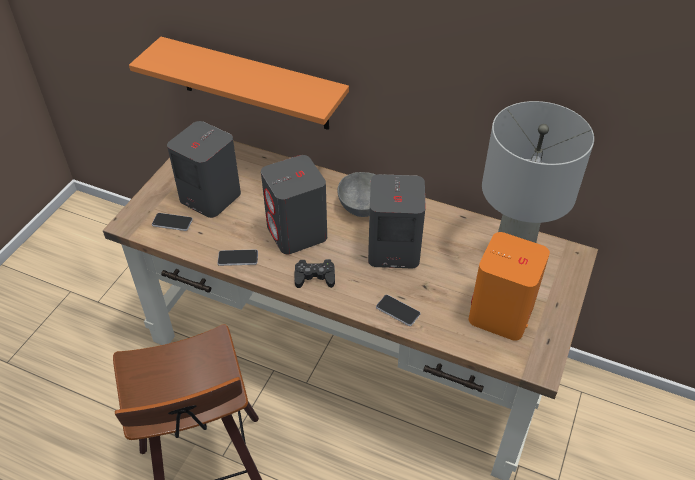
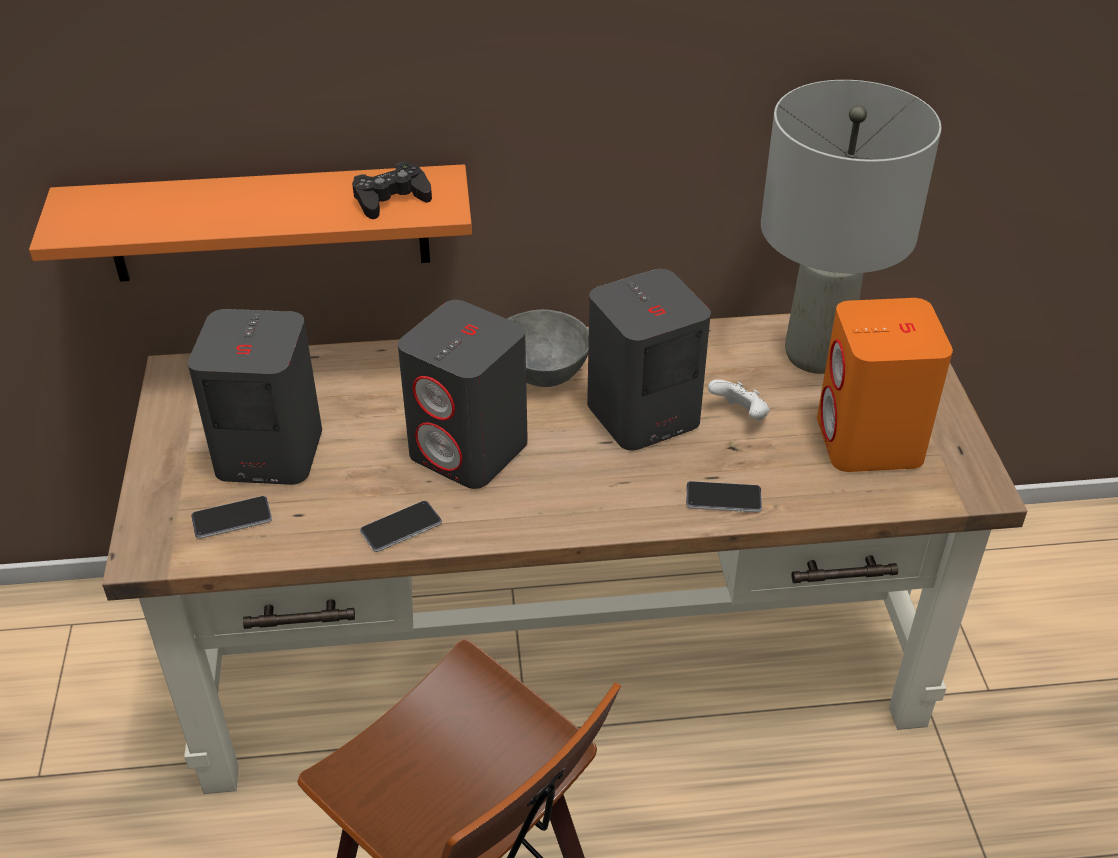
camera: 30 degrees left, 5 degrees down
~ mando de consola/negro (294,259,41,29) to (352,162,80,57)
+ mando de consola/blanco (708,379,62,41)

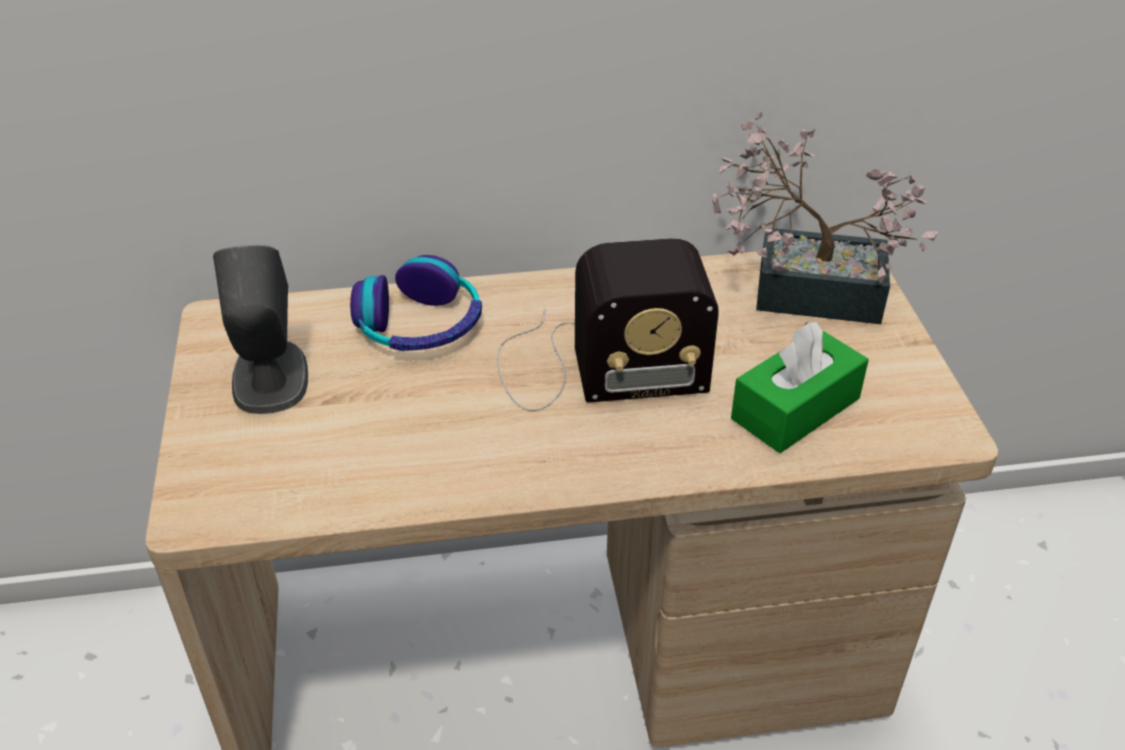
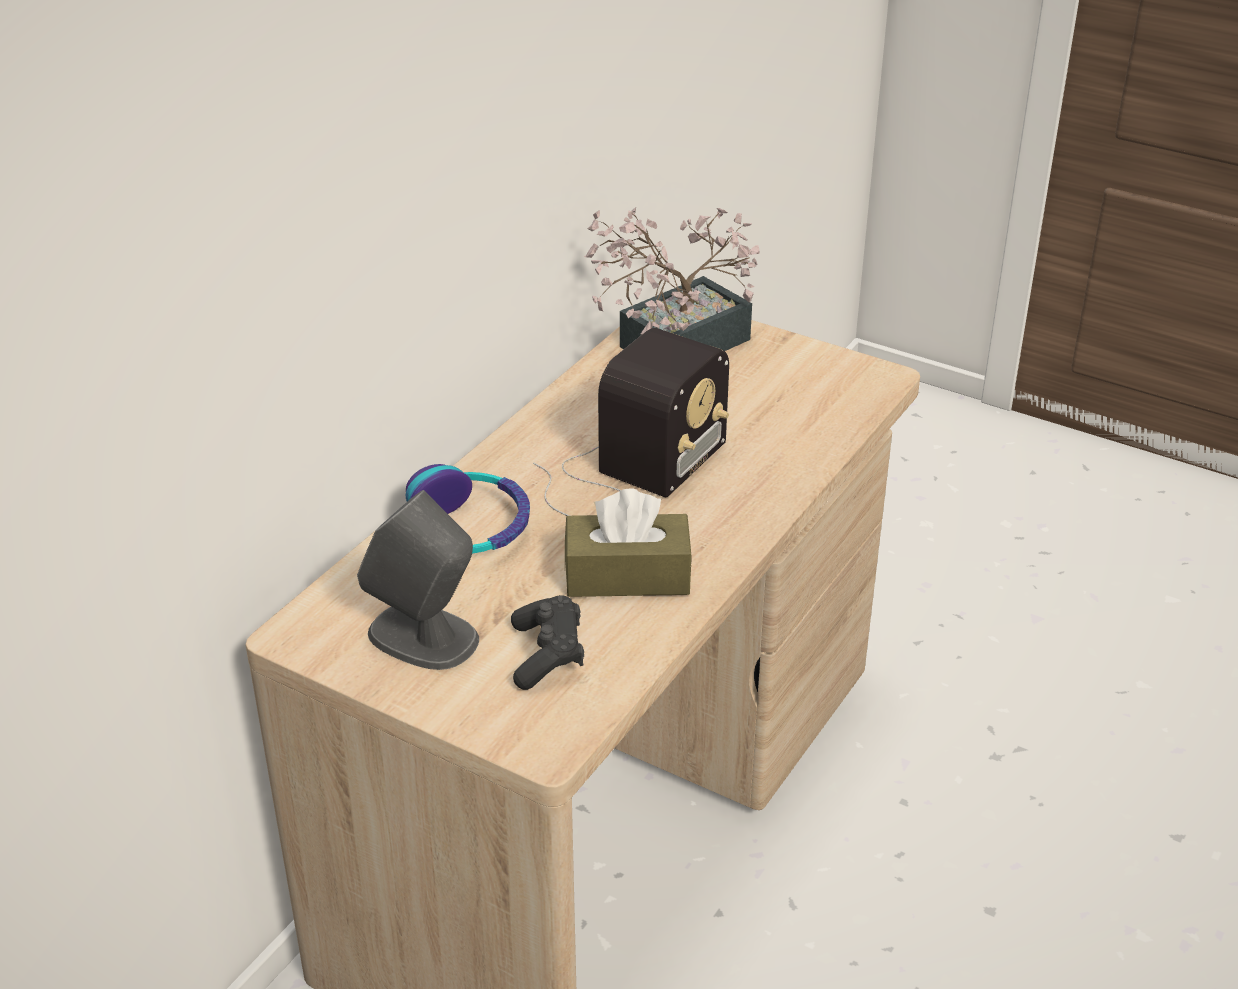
camera: 50 degrees left, 5 degrees down
- caja de pañuelos/verde (731,322,138,131)
+ caja de pañuelos/marrón (565,488,127,109)
+ mando de consola/negro (511,595,73,95)

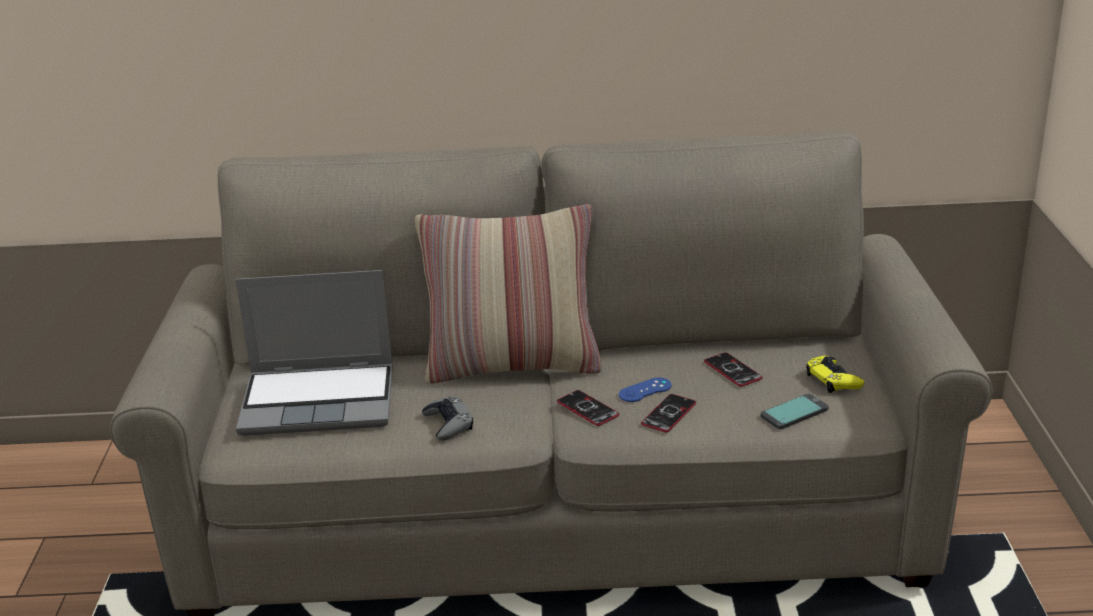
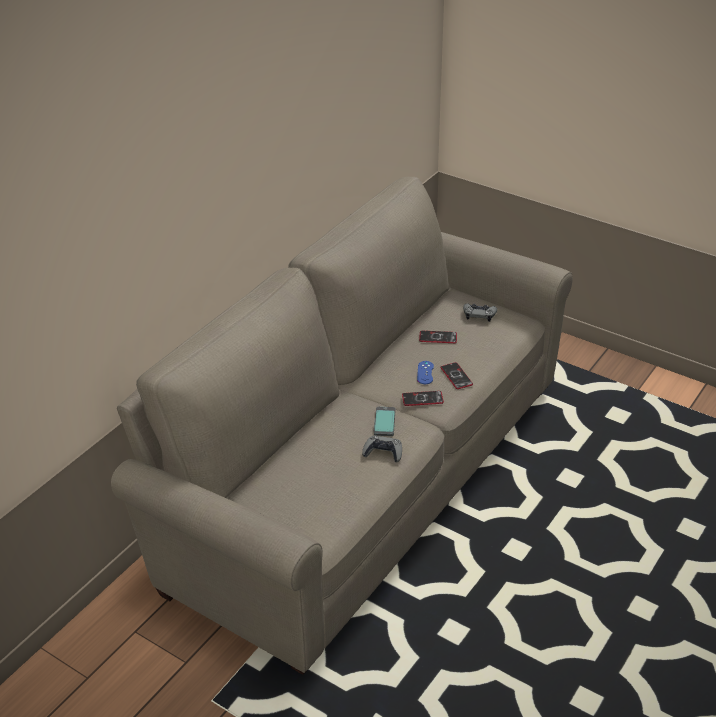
camera: 55 degrees left, 10 degrees up
- cojín (415,204,187,179)
- portátil (235,270,158,166)
~ mando de consola/amarillo (806,356,58,37) to mando de consola/gris (463,303,34,19)
~ móvil (761,394,68,36) to (374,407,22,29)

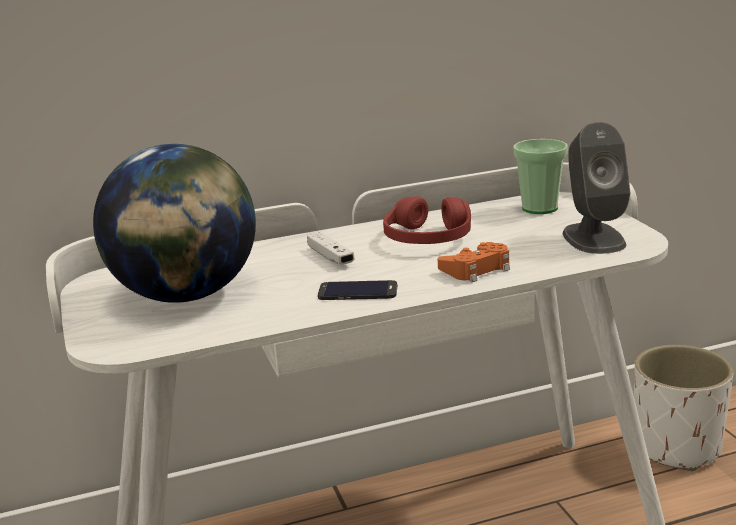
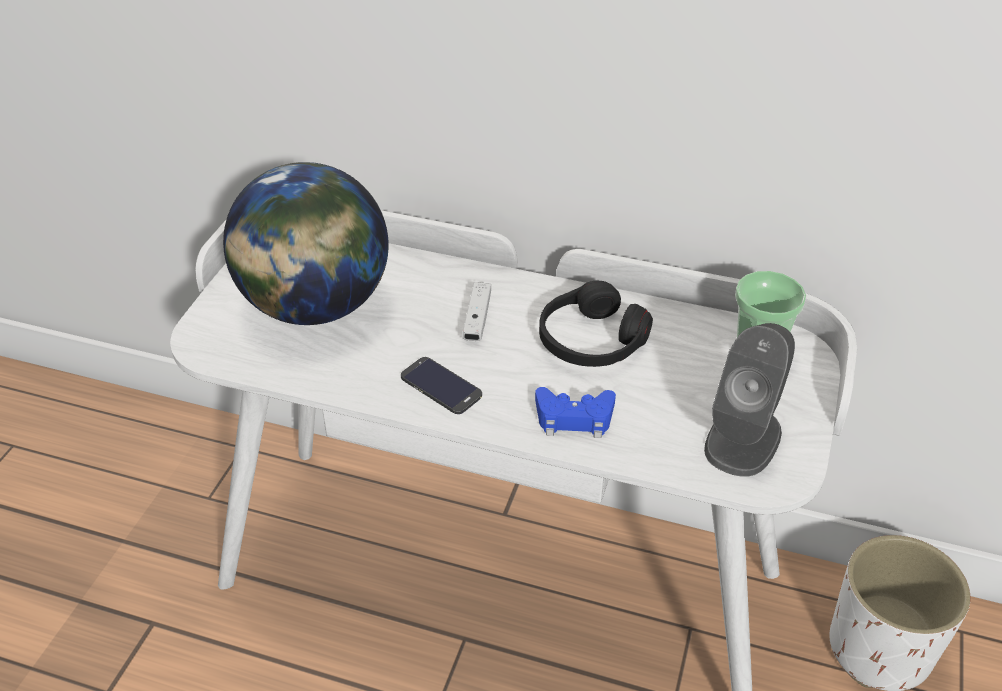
camera: 35 degrees right, 20 degrees up
~ auriculares/rojo (383,196,88,48) to auriculares/negro (539,281,114,86)
~ mando de consola/naranja (438,242,72,41) to mando de consola/azul (535,387,81,51)

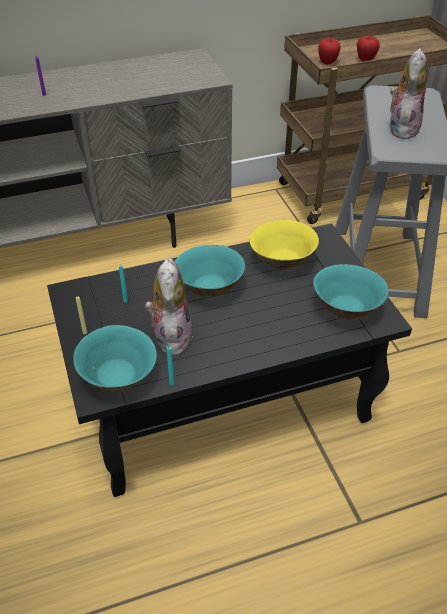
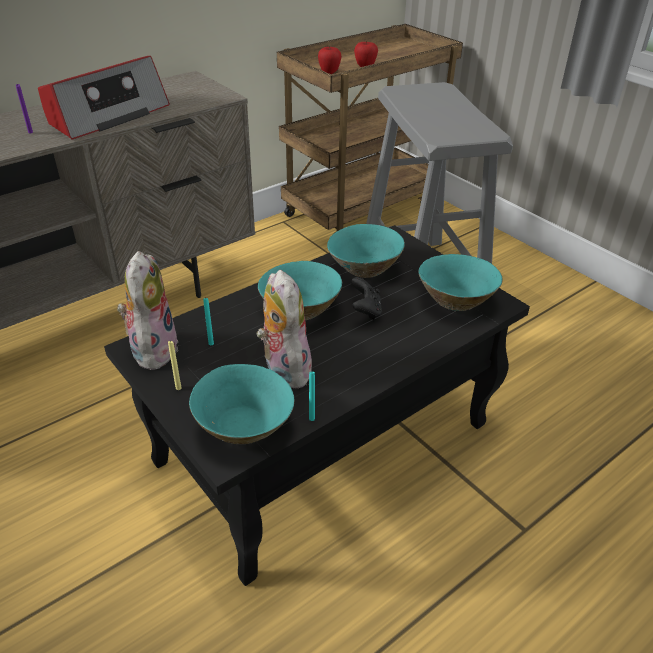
camera: 20 degrees left, 5 degrees down
~ peluche (390,48,38,91) to (117,251,61,120)
~ cuenco/amarillo (249,220,70,50) to cuenco/turquesa (327,224,78,54)
+ radio (38,56,132,83)
+ mando de consola/negro (351,277,31,43)

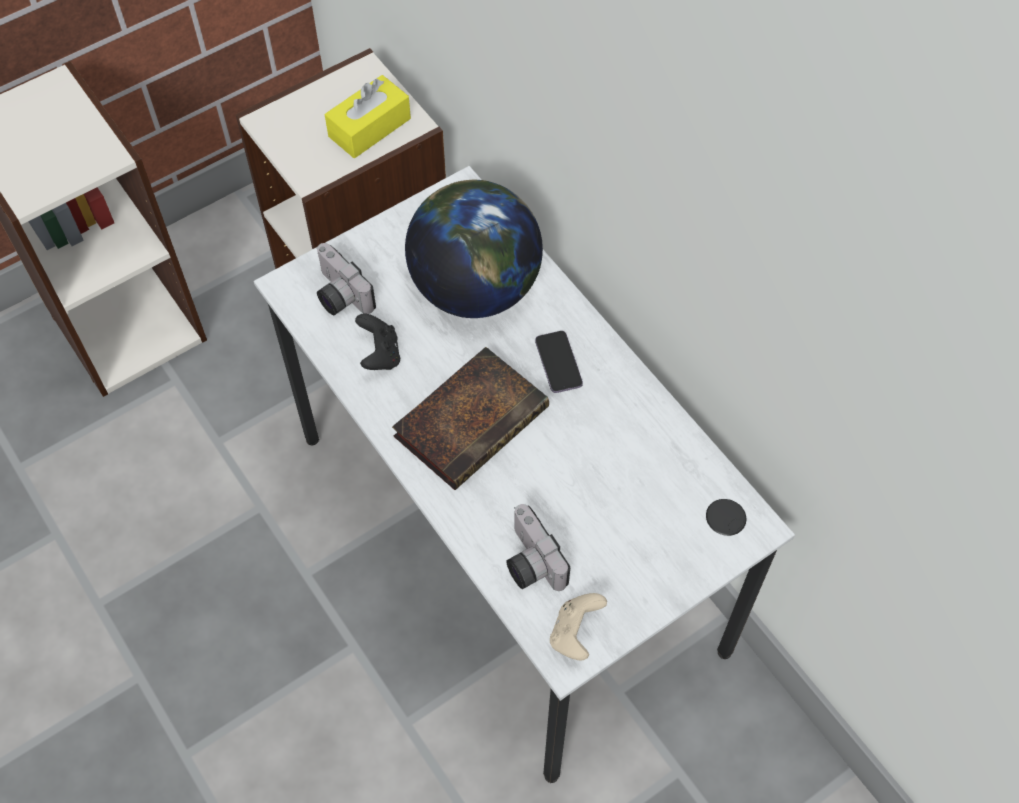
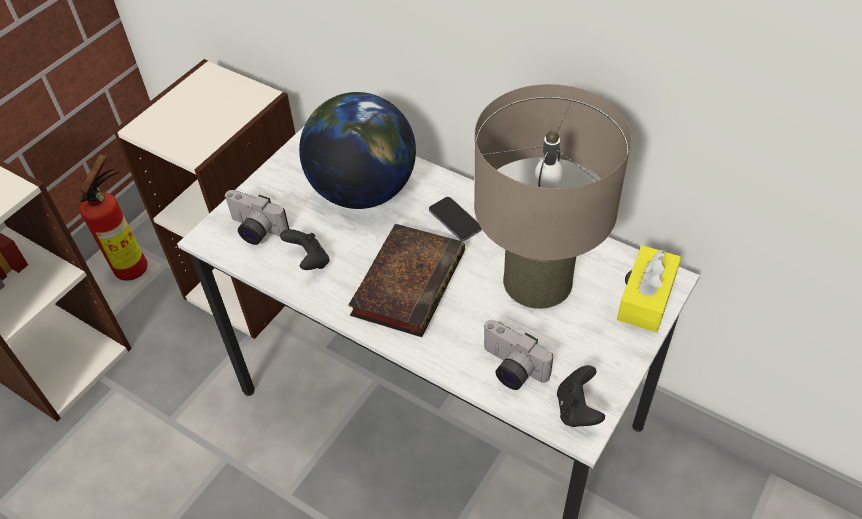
camera: 20 degrees left, 10 degrees down
~ caja de pañuelos/amarillo (325,75,86,83) to (617,245,64,88)
~ mando de consola/beis (550,593,57,67) to mando de consola/negro (557,365,48,62)
+ lámpara de mesa/beis (474,84,157,225)
+ extintor (80,154,68,127)

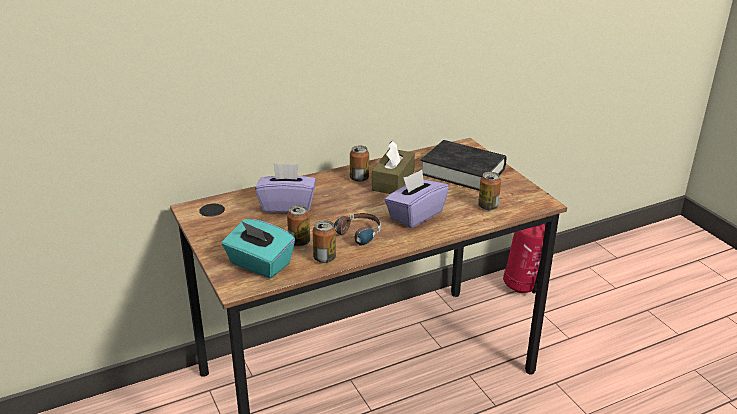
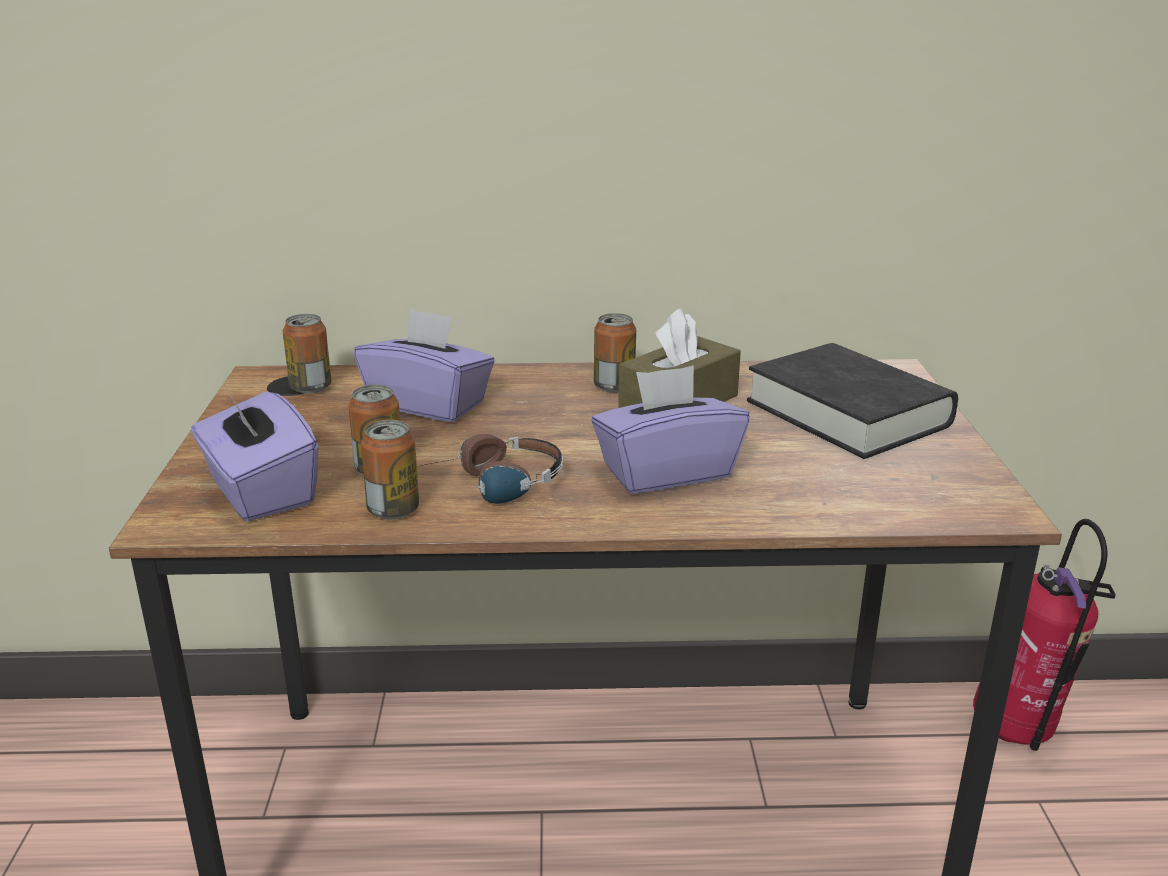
camera: 25 degrees right, 5 degrees down
~ lata (478,172,23,38) to (283,314,48,80)
~ caja de pañuelos/turquesa (222,219,73,59) to caja de pañuelos/morado (191,383,128,138)

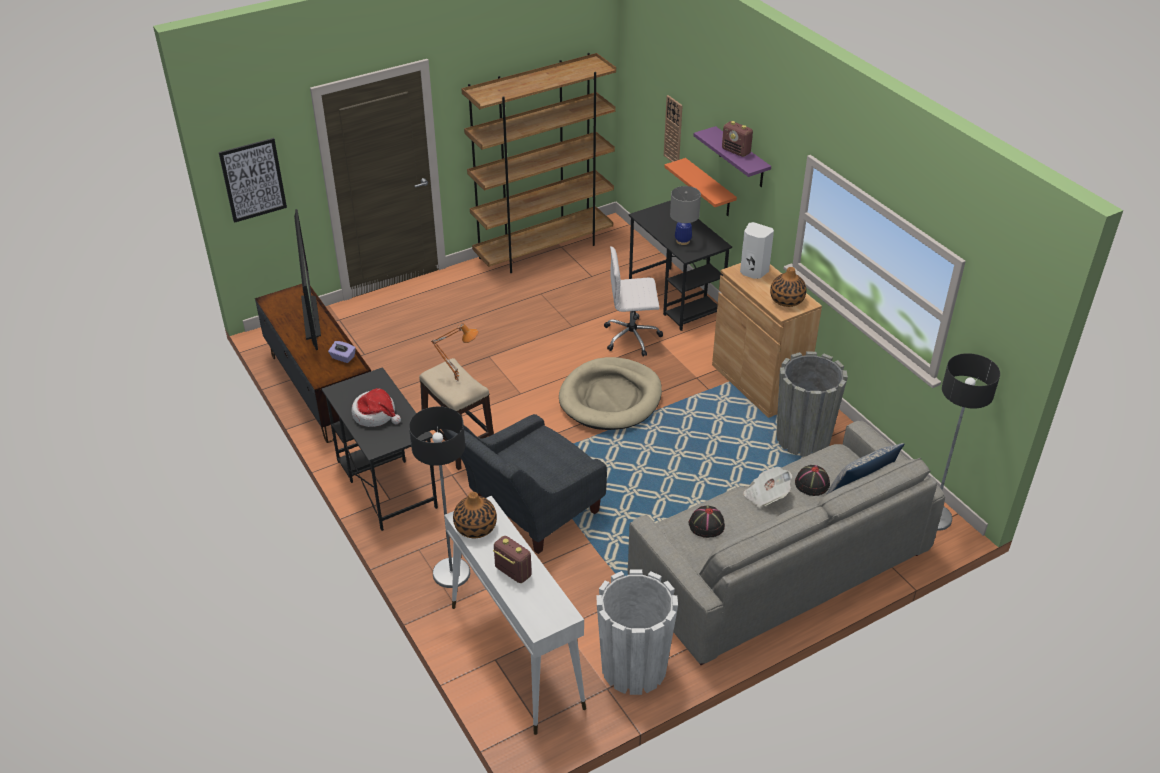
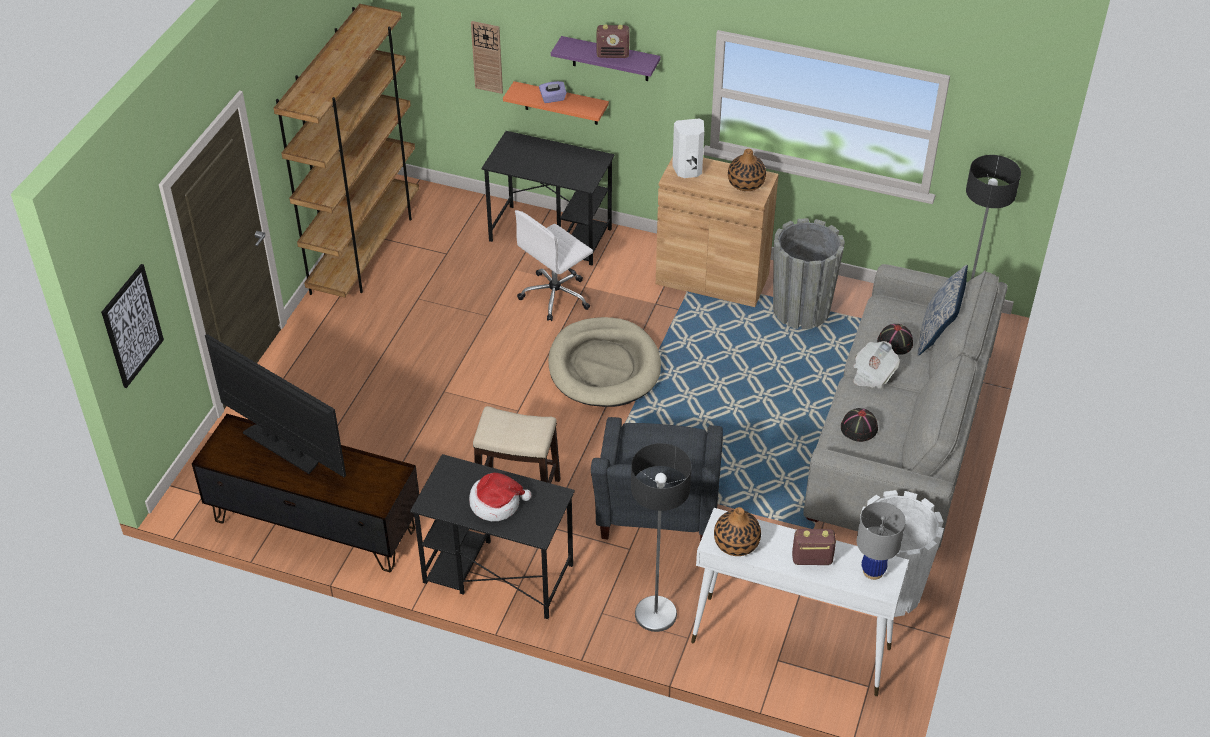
camera: 40 degrees left, 5 degrees up
~ lámpara de mesa/gris (670,186,31,59) to (857,502,49,78)
- lámpara de mesa/naranja (431,323,47,59)
~ caja de pañuelos/morado (328,341,28,22) to (539,81,28,22)

